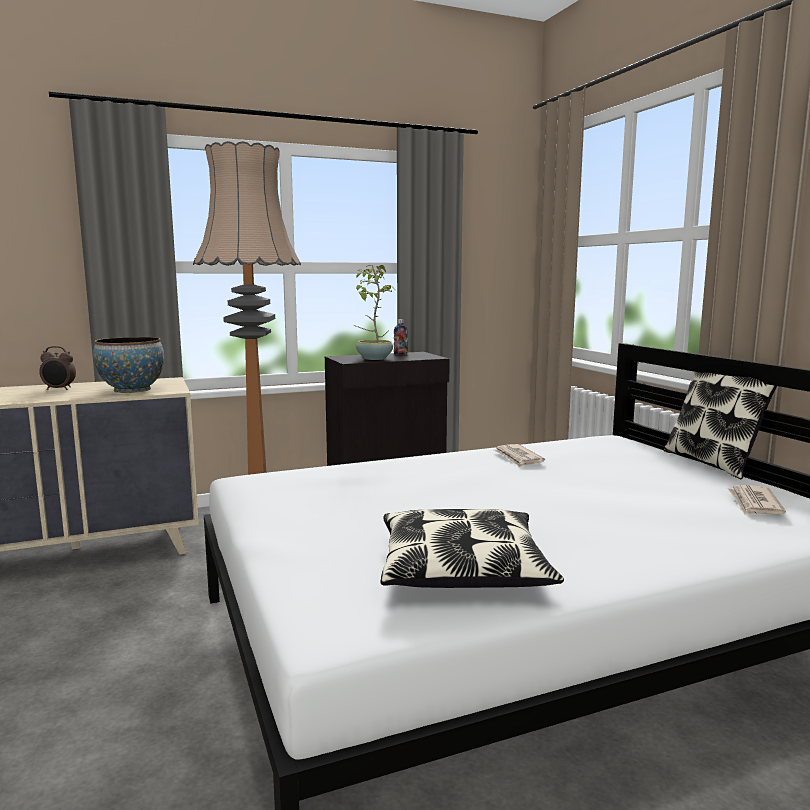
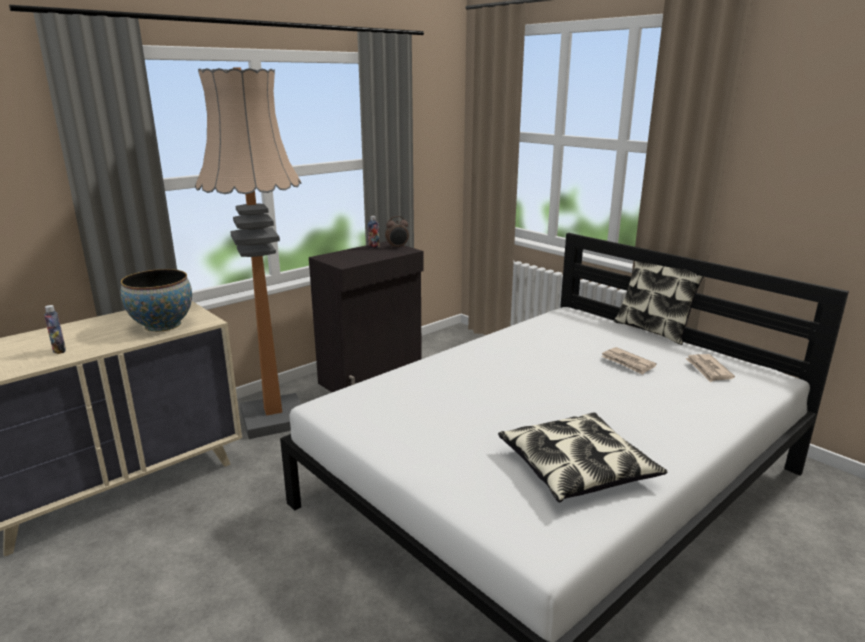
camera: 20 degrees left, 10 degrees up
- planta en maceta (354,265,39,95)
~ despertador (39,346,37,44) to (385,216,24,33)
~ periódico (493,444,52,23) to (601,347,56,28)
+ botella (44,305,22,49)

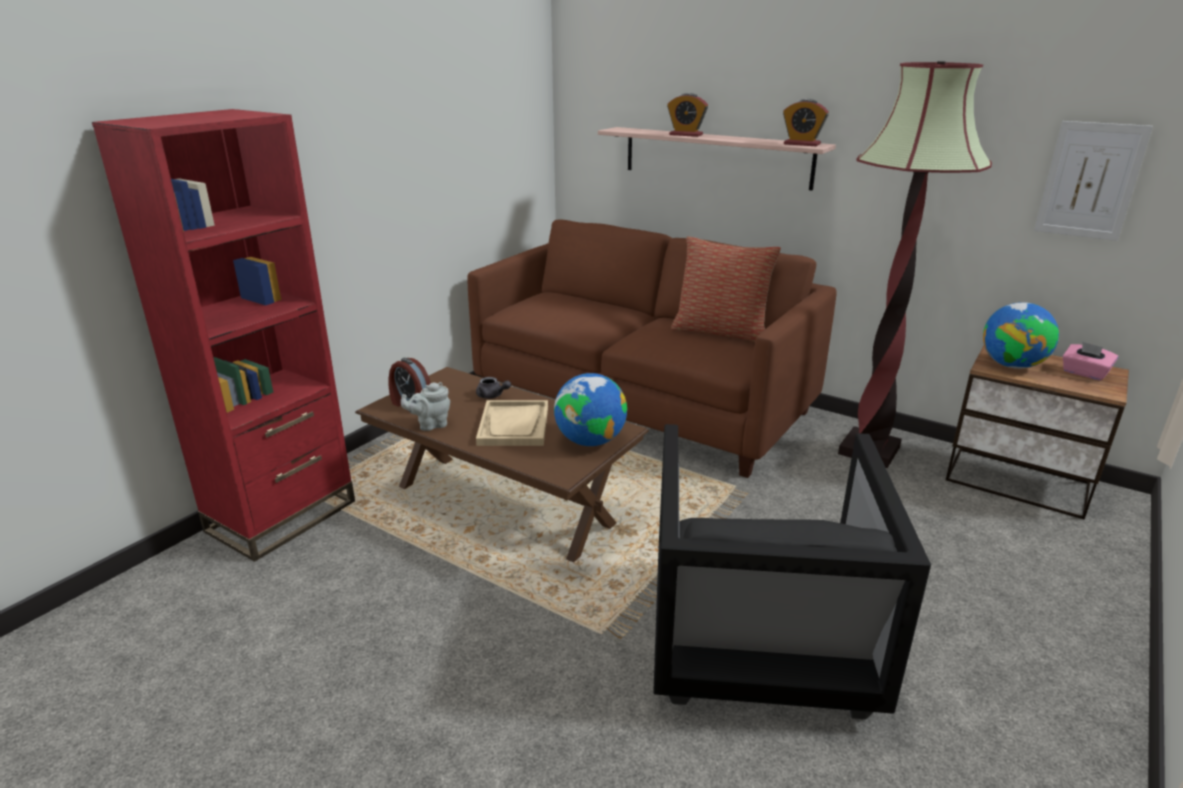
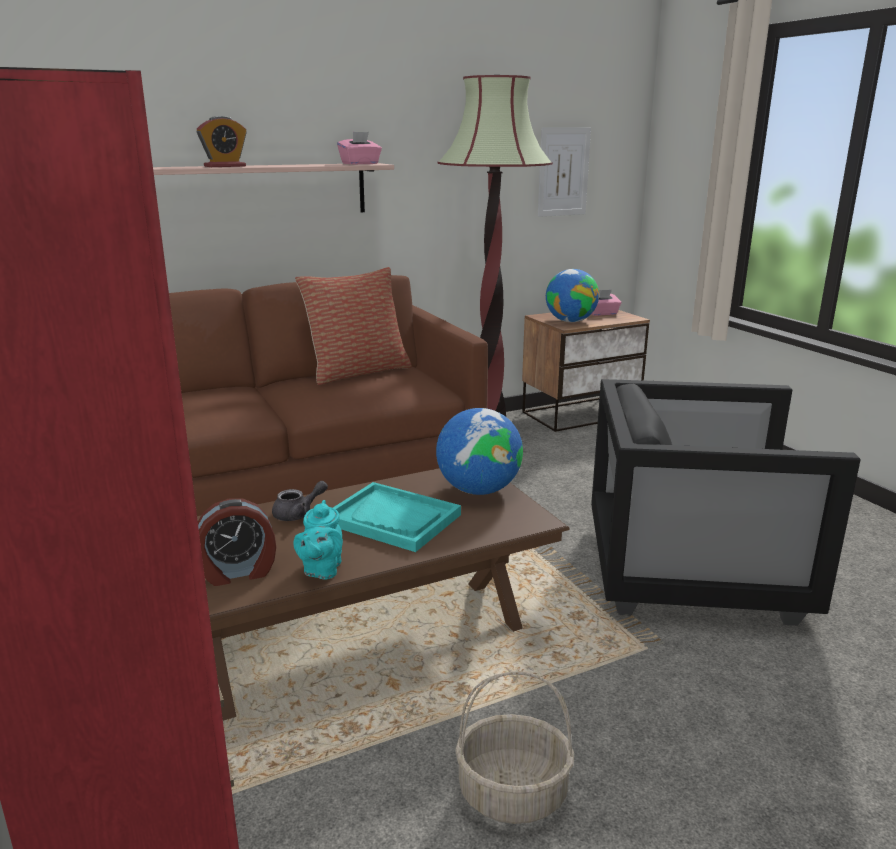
camera: 60 degrees left, 5 degrees down
~ despertador (783,99,46,47) to caja de pañuelos/rosa (337,132,45,33)
~ tetera/gris (401,382,49,49) to tetera/turquesa (294,500,49,80)
~ bandeja/beis (476,400,72,46) to bandeja/turquesa (333,482,128,70)
~ sillón/negro (653,424,278,296) = (591,379,270,247) 150 degrees clockwise
+ cesta (455,672,119,152)

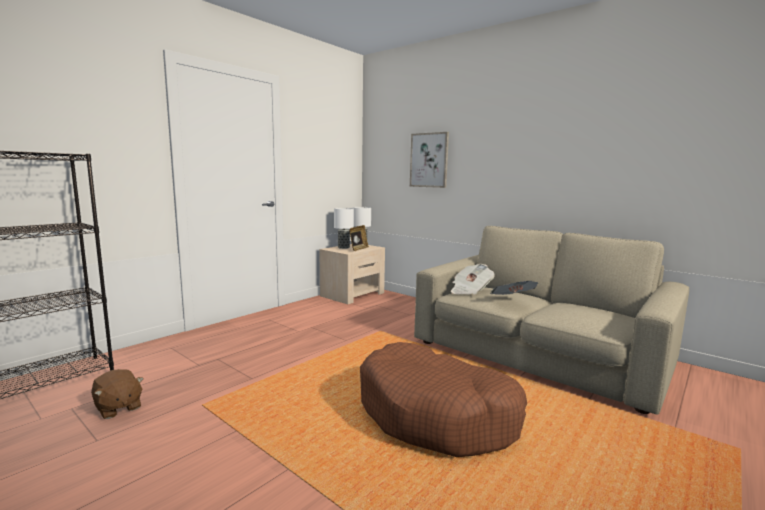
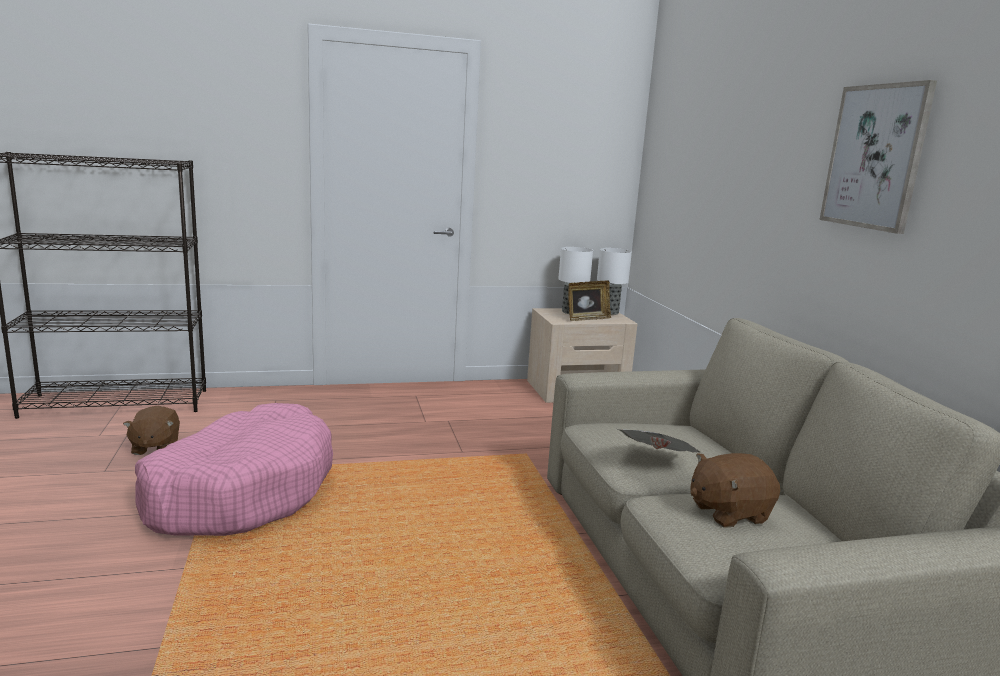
camera: 35 degrees right, 5 degrees up
~ cuadro (410,132,39,56) to (819,80,118,154)
- periódico (451,264,44,31)
- cama para perro/marrón (360,342,167,115)
+ cama para perro/rosa (135,403,198,133)
+ peluche/marrón (690,453,90,75)

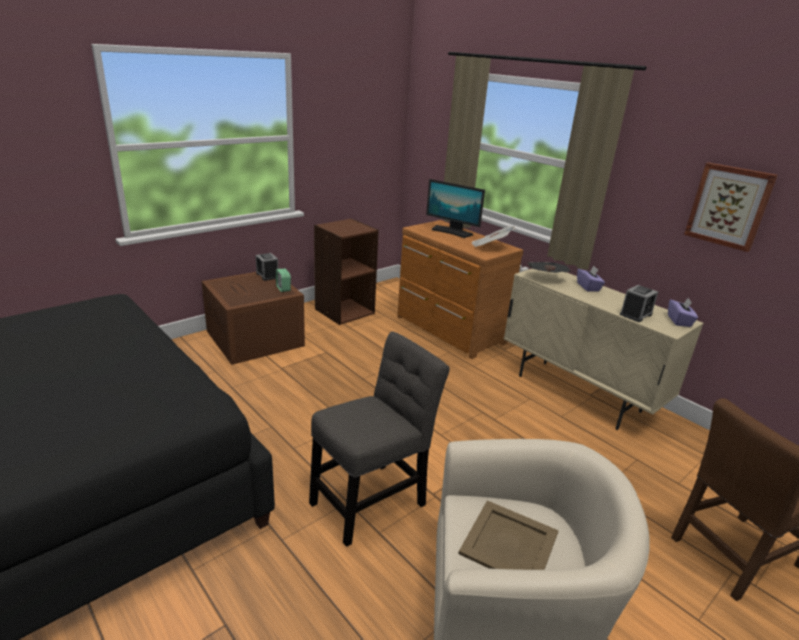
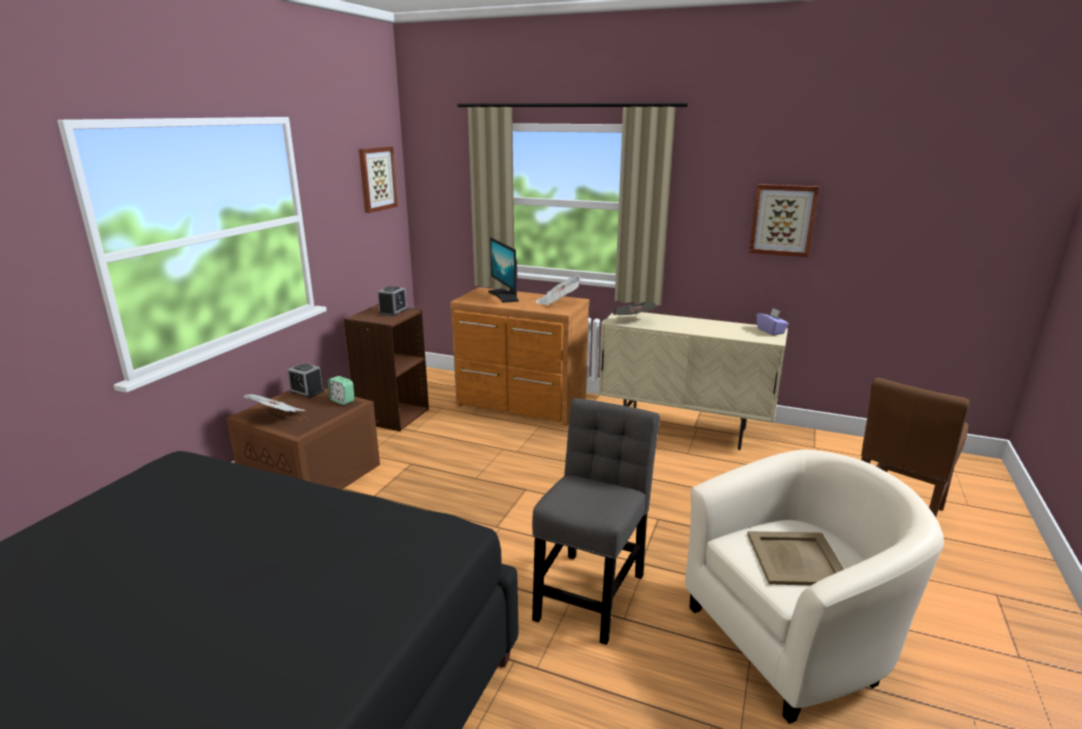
camera: 25 degrees left, 5 degrees down
~ monitor (426,179,59,59) = (488,237,31,66) 60 degrees clockwise
- caja de pañuelos/morado (577,265,28,27)
~ despertador (620,285,38,37) to (378,286,30,30)
+ cuadro (359,147,39,66)
+ periódico (244,394,62,18)

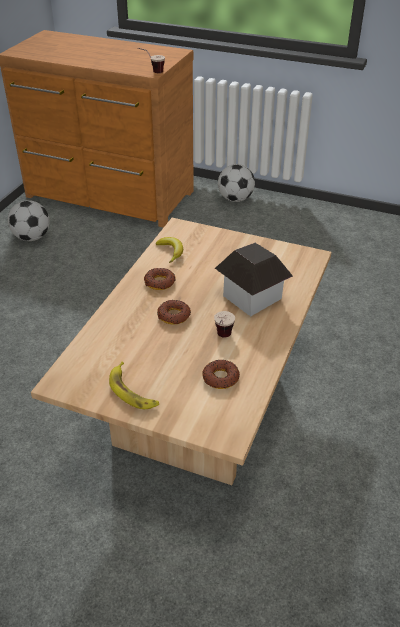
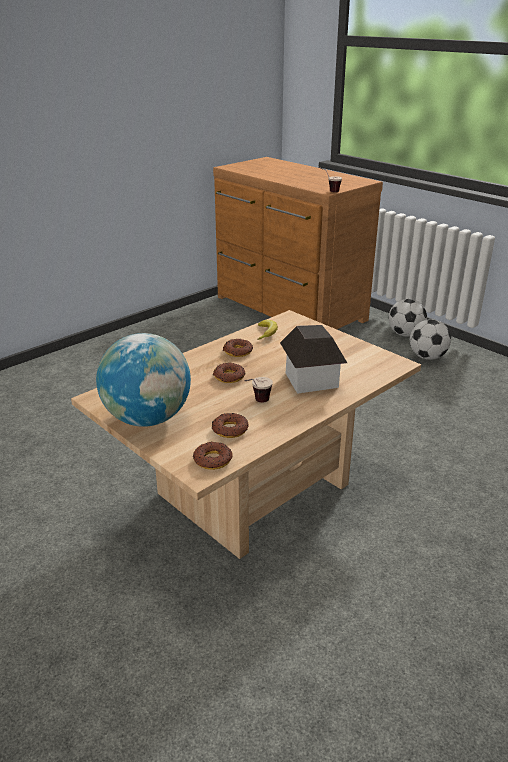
camera: 25 degrees right, 10 degrees down
~ balón de fútbol (8,200,42,41) to (410,319,41,41)
~ plátano (109,362,50,47) to globo terráqueo (96,333,95,94)
+ rosquilla (193,442,39,28)

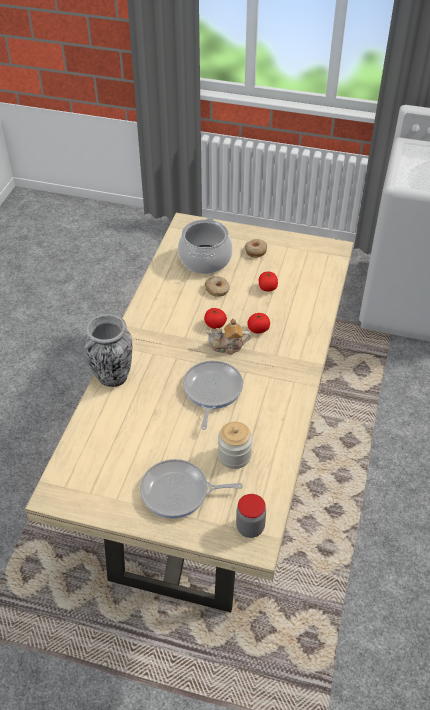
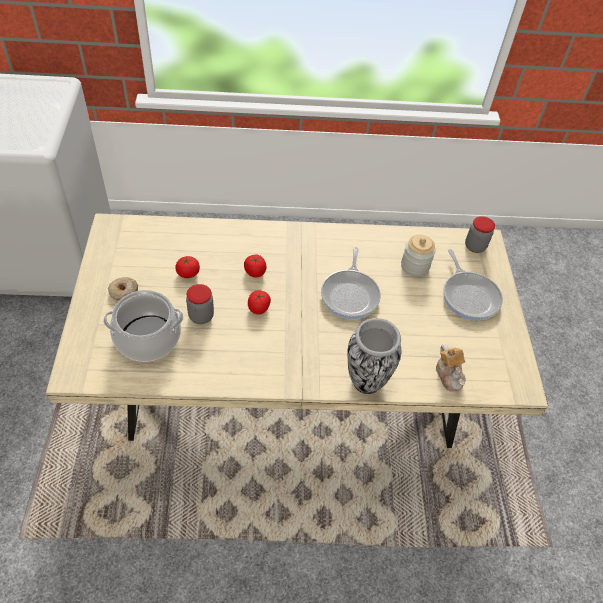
camera: 110 degrees left, 5 degrees up
~ rosquilla (205,276,25,21) to tarro (186,284,28,40)
~ tetera (206,319,45,36) to (436,344,30,47)
~ sartén (183,360,60,70) = (321,247,60,72) 75 degrees counterclockwise

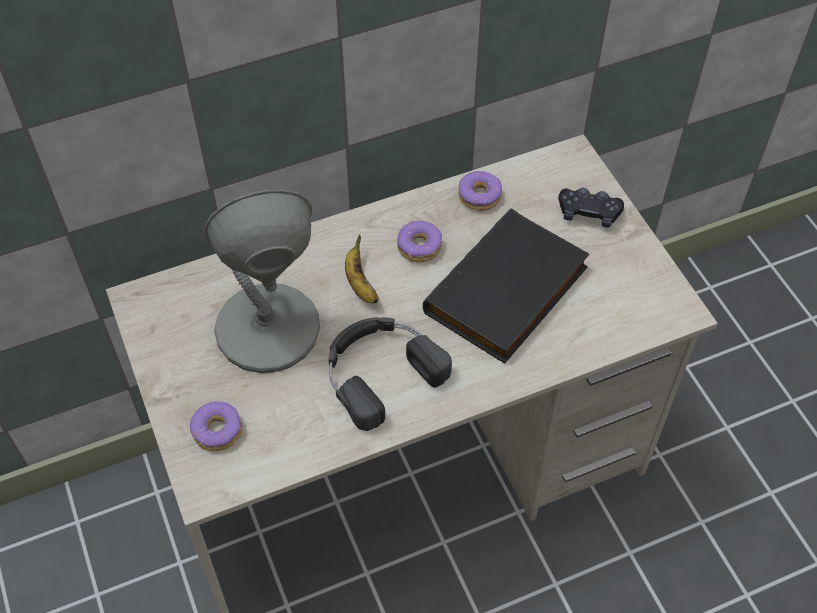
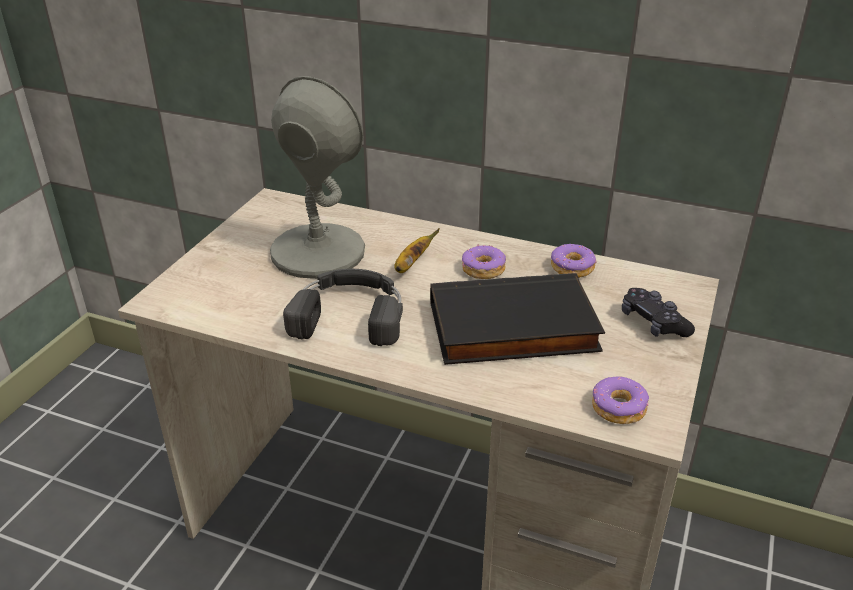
camera: 45 degrees right, 20 degrees down
~ rosquilla (190,402,52,49) to (592,377,57,47)

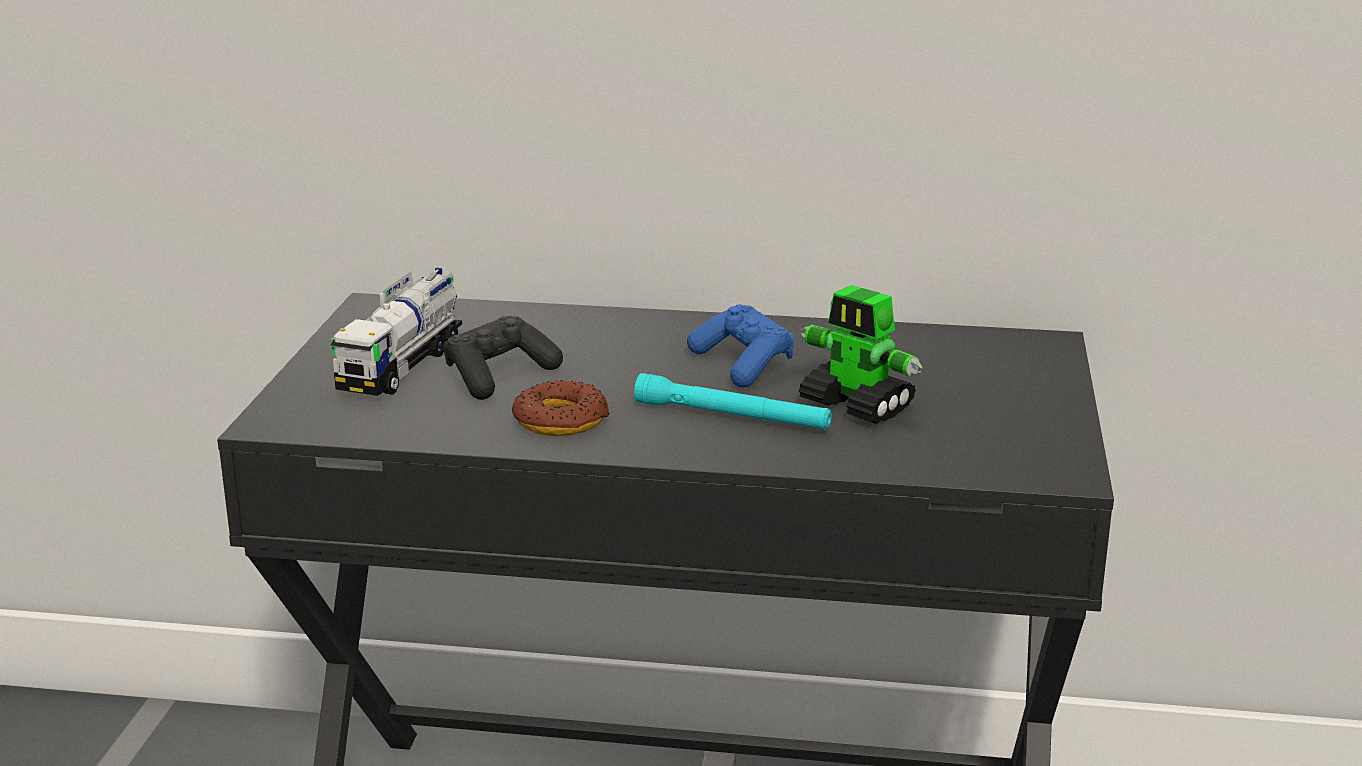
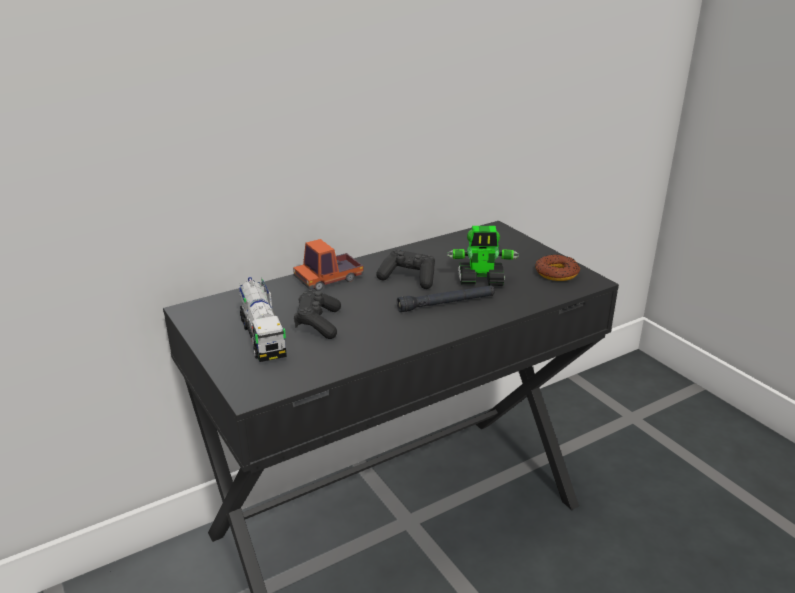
camera: 40 degrees left, 5 degrees up
~ mando de consola/azul (687,304,107,84) to mando de consola/negro (376,249,59,40)
~ linterna/turquesa (634,373,198,57) to linterna/negro (397,285,98,27)
~ rosquilla (512,380,98,56) to (535,254,45,27)
+ camión de juguete (293,239,71,52)

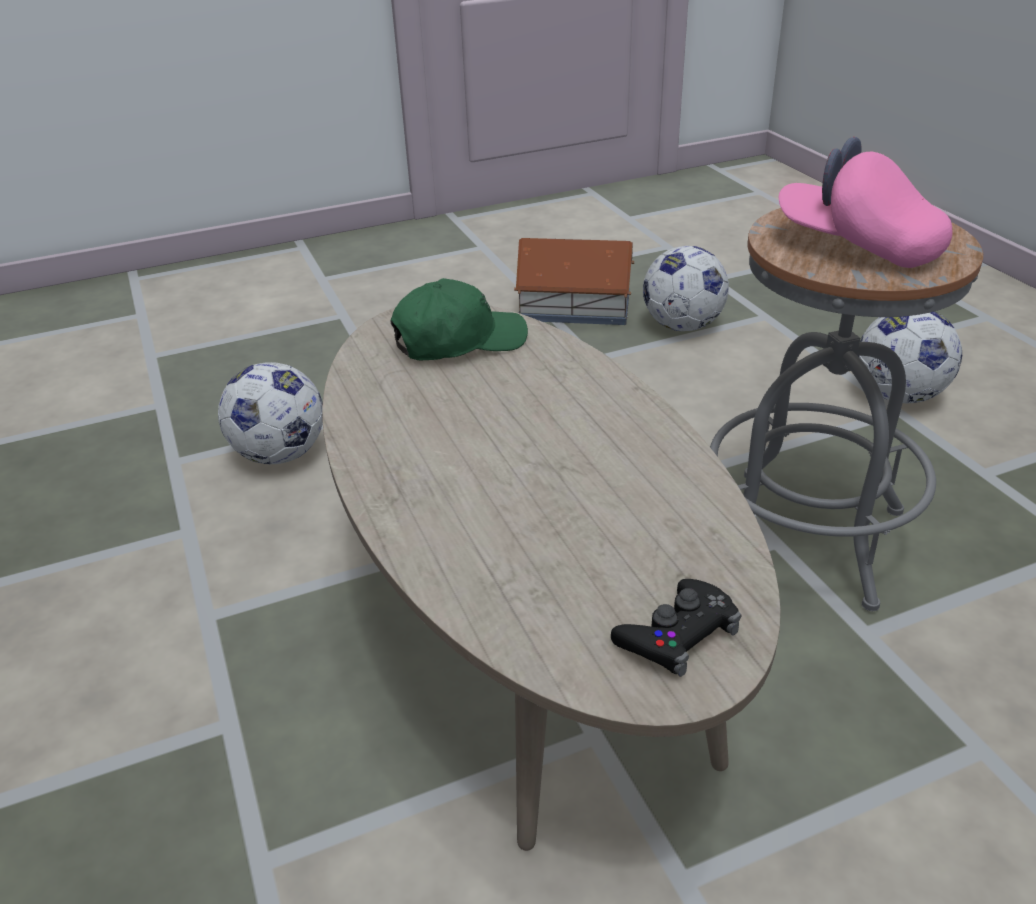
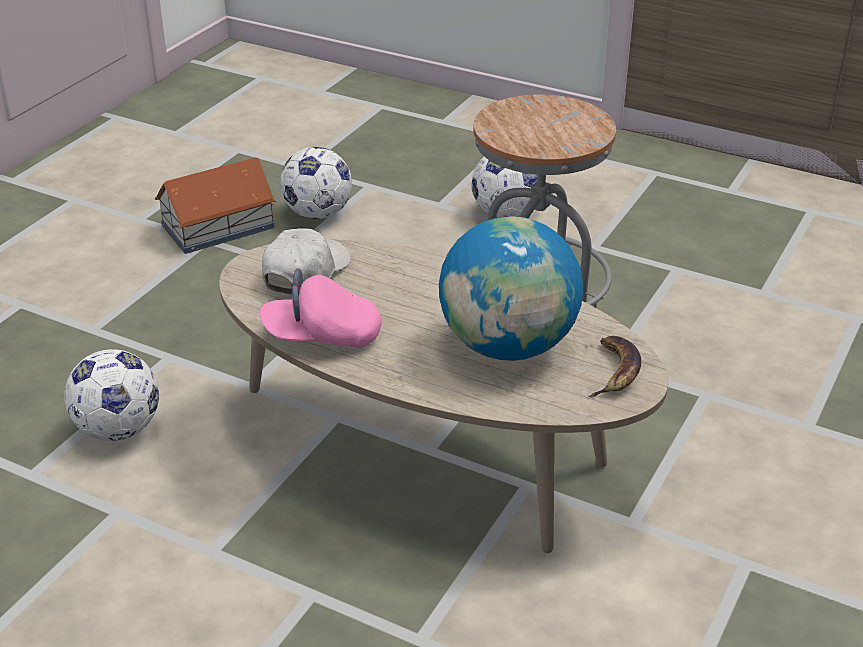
camera: 40 degrees left, 0 degrees up
~ gorra/rosa (779,137,173,131) to (260,268,121,80)
~ gorra/verde (390,278,138,82) to gorra/blanco (262,228,89,66)
~ mando de consola/negro (611,579,131,98) to plátano (588,336,53,62)
+ globo terráqueo (439,216,144,145)

